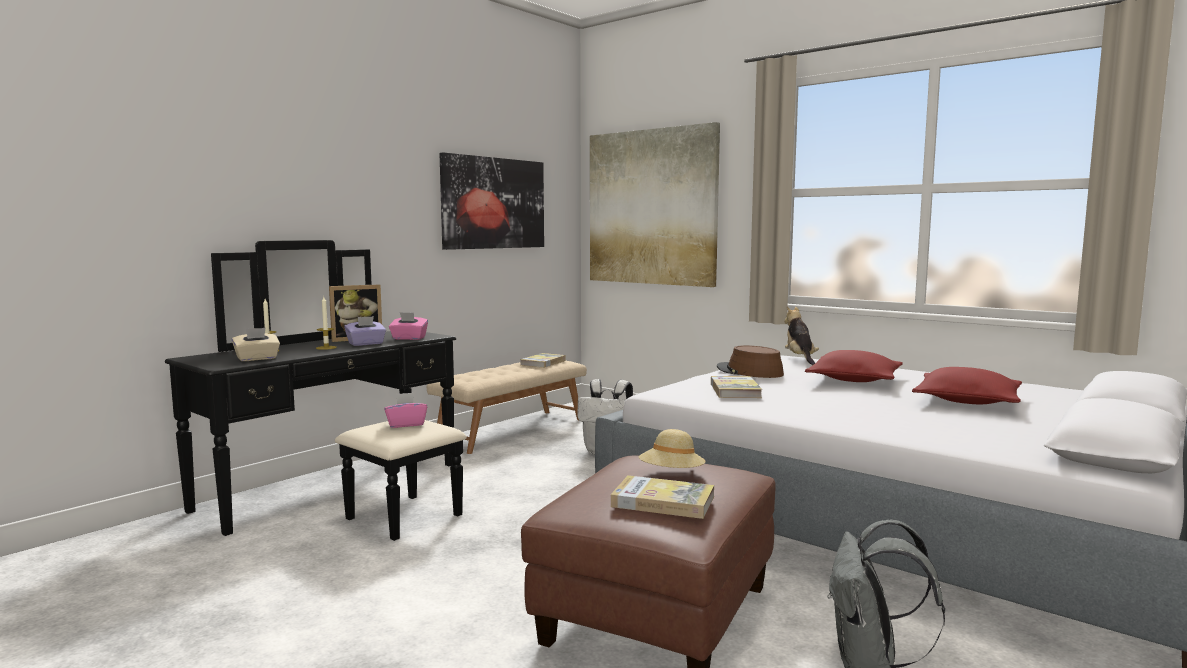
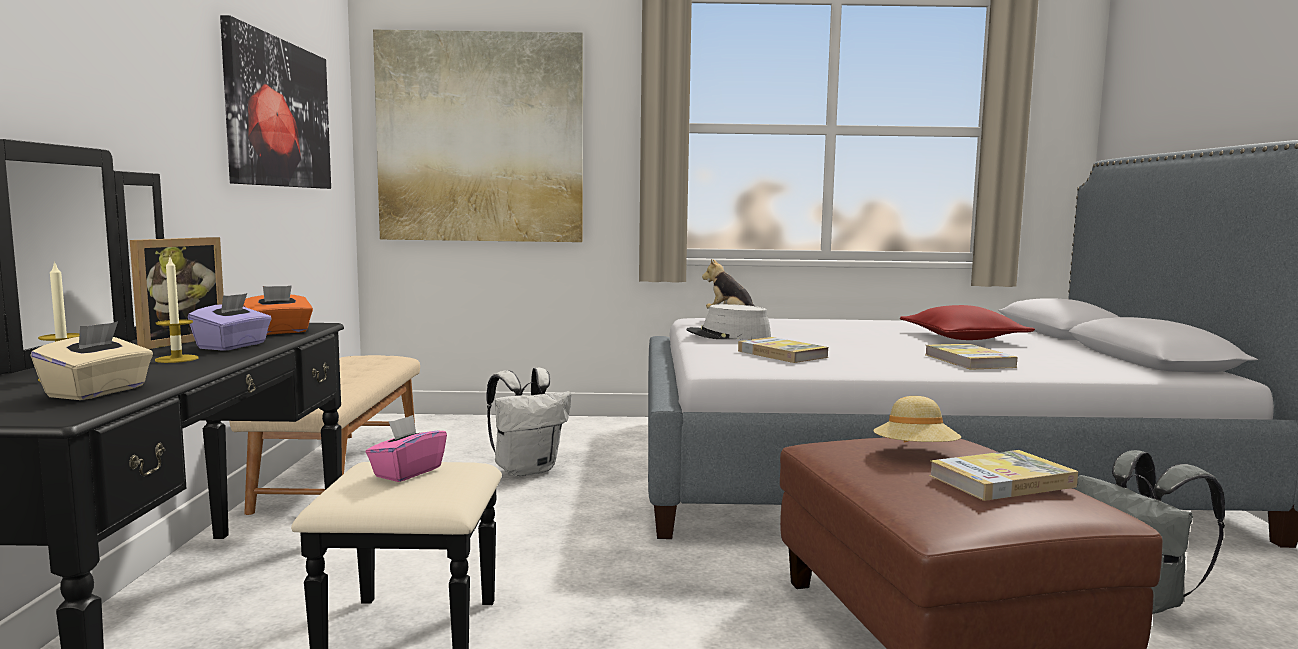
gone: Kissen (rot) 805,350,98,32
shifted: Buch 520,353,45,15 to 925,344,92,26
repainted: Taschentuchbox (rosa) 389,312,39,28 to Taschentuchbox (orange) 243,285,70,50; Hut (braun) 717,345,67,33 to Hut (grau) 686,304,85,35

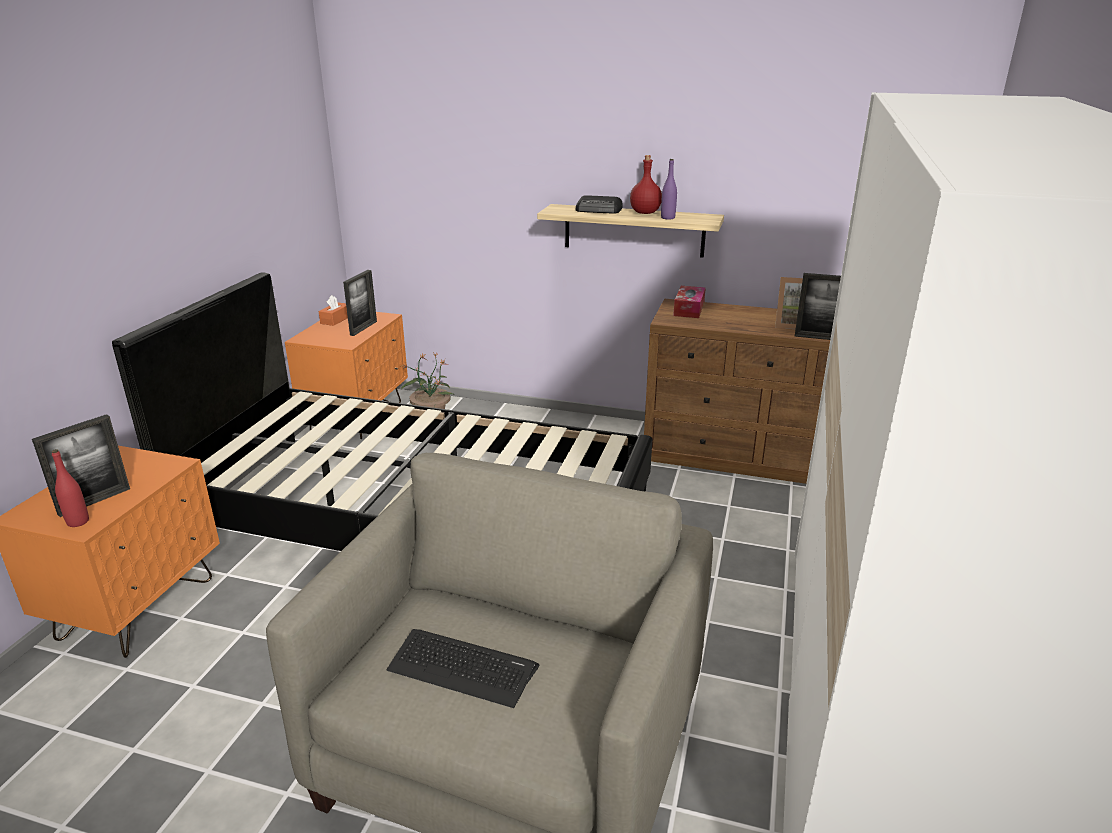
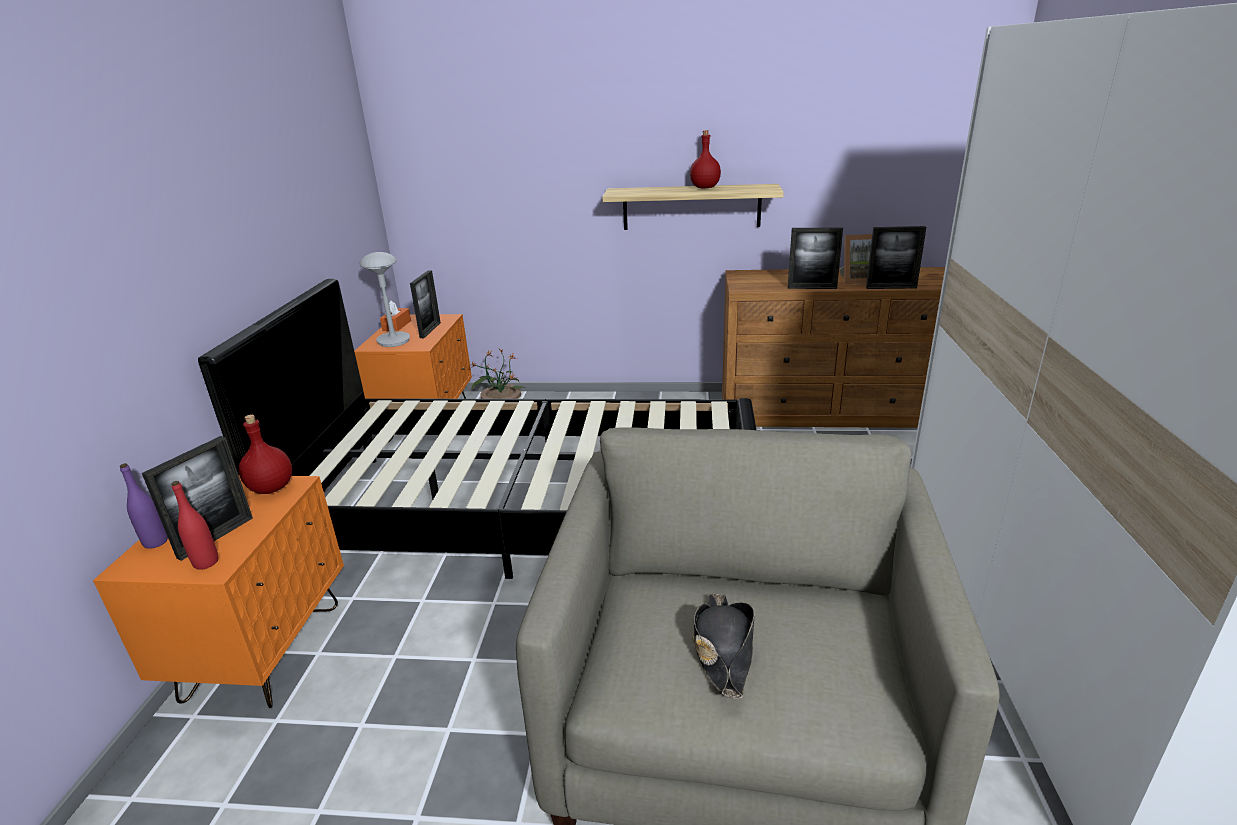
gone: Radio 576,195,47,19; Taschentuchbox 673,286,33,32
new: Flasche (rot) 239,414,53,80; Tischlampe (grau) 360,252,50,95; Bilderrahmen 788,227,55,62
shifted: Flasche (lila) 661,159,16,60 to 120,463,48,86
swapped: Tastatur 387,629,152,79 to Hut (schwarz) 693,593,62,106

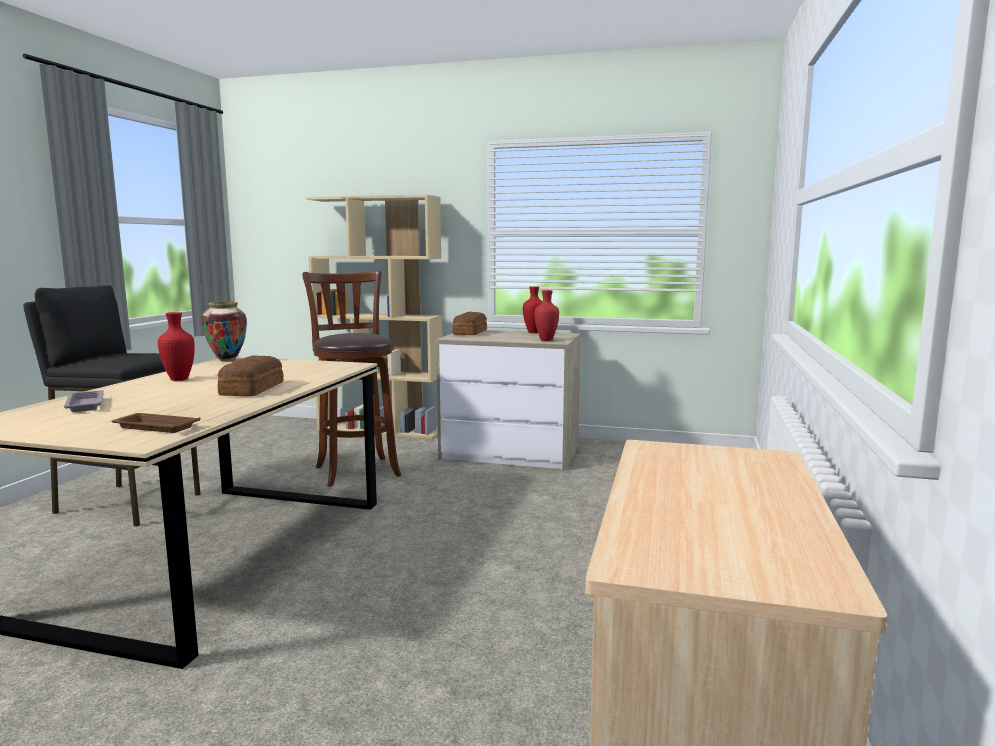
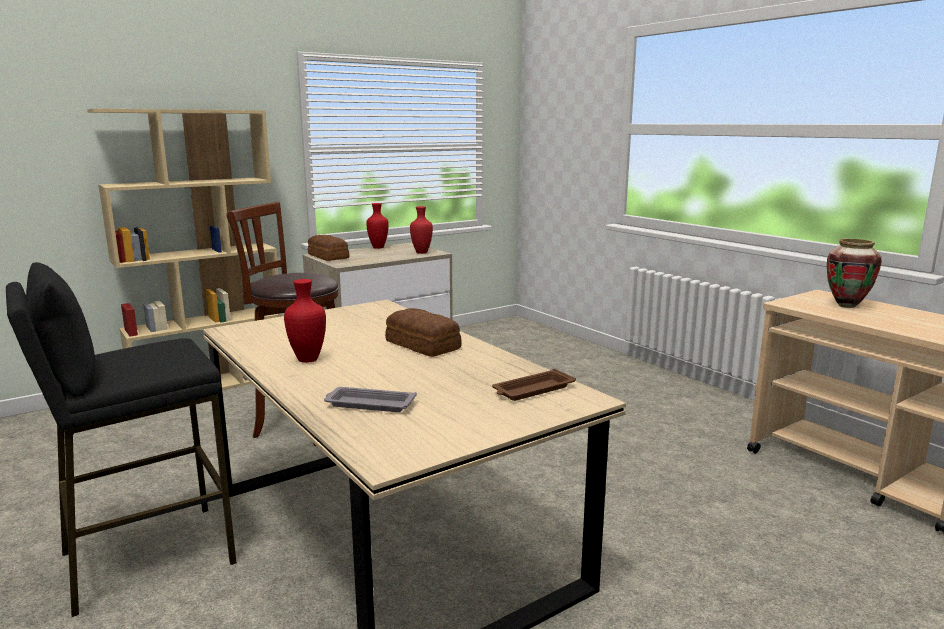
shifted: Vase 202,302,45,60 to 827,239,55,69

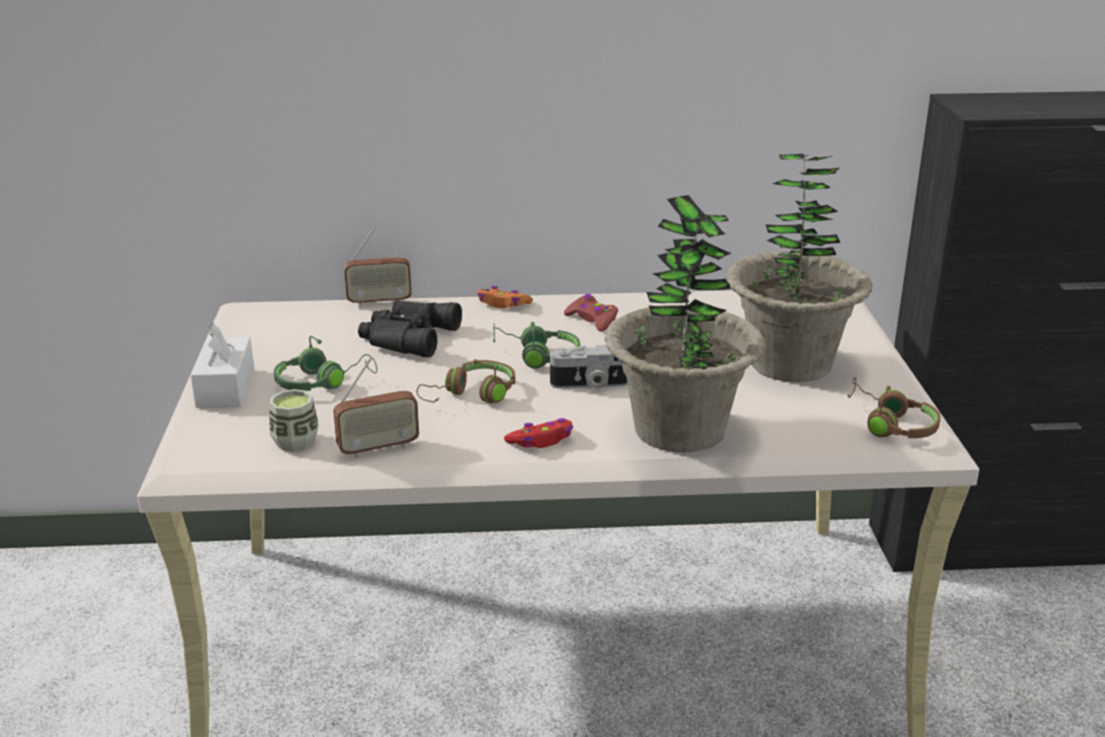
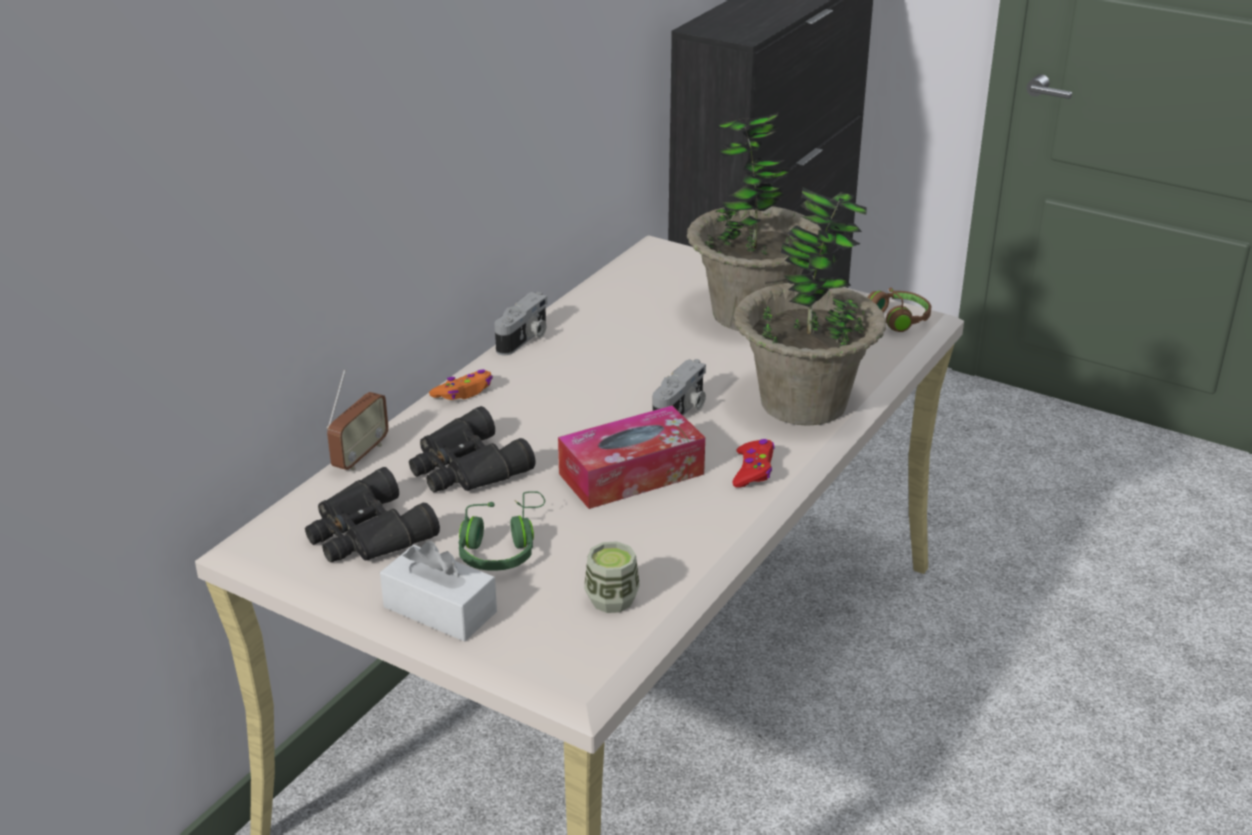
gone: Radio 333,356,86,102; Kopfhörer (grün) 493,322,87,47; Gamepad (rot) 564,294,54,38
new: Fernglas (schwarz) 305,467,135,96; Kamera 495,292,52,64
swapped: Kopfhörer (braun) 417,359,98,45 to Taschentuchbox 558,406,147,103

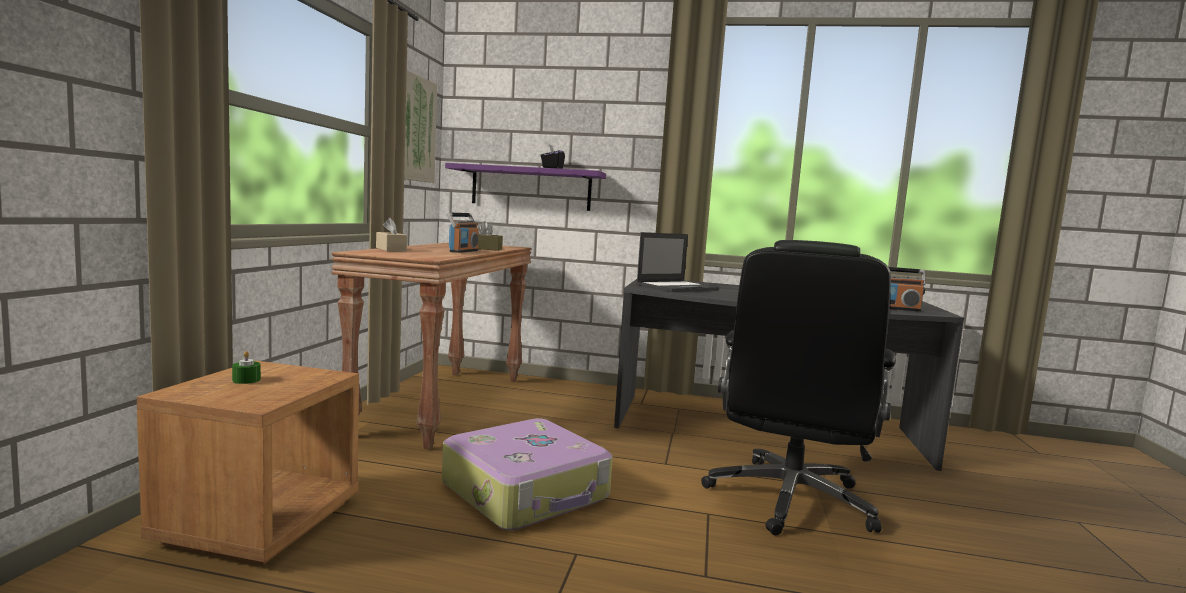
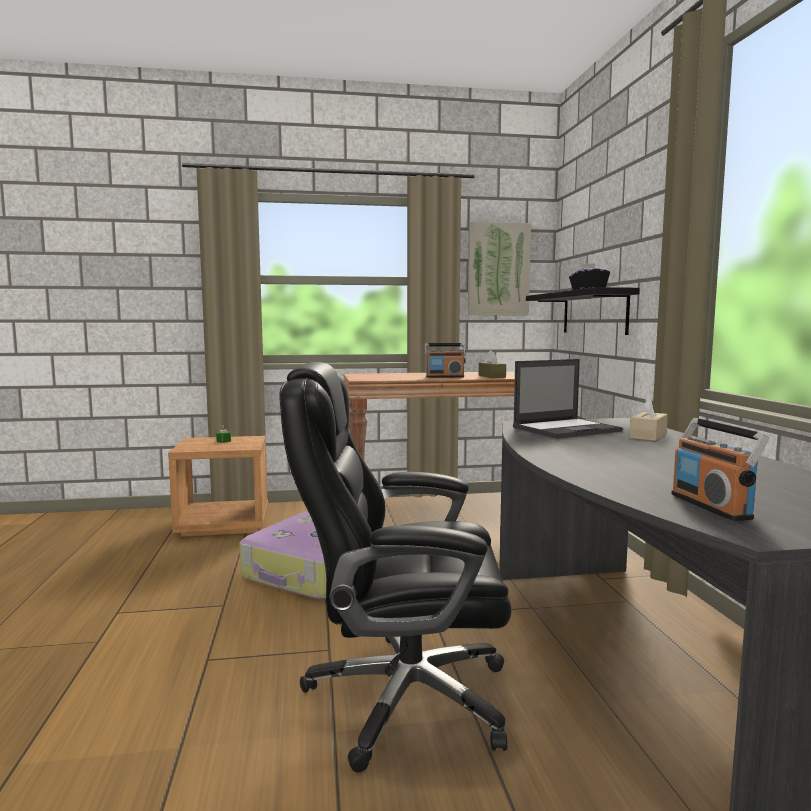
shifted: Taschentuchbox (beige) 376,218,31,34 to 629,396,39,45
repainted: Wandregal (lila) 445,163,161,48 to Wandregal (schwarz) 526,287,114,48
rotated: Laptop 636,232,83,60 = 513,359,110,80 60 degrees counterclockwise

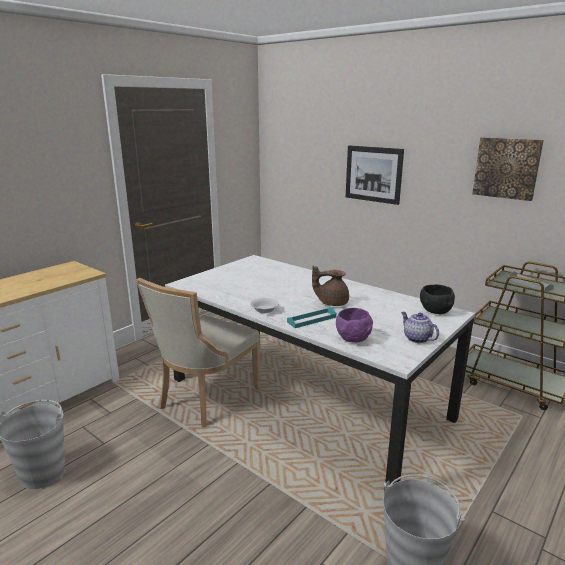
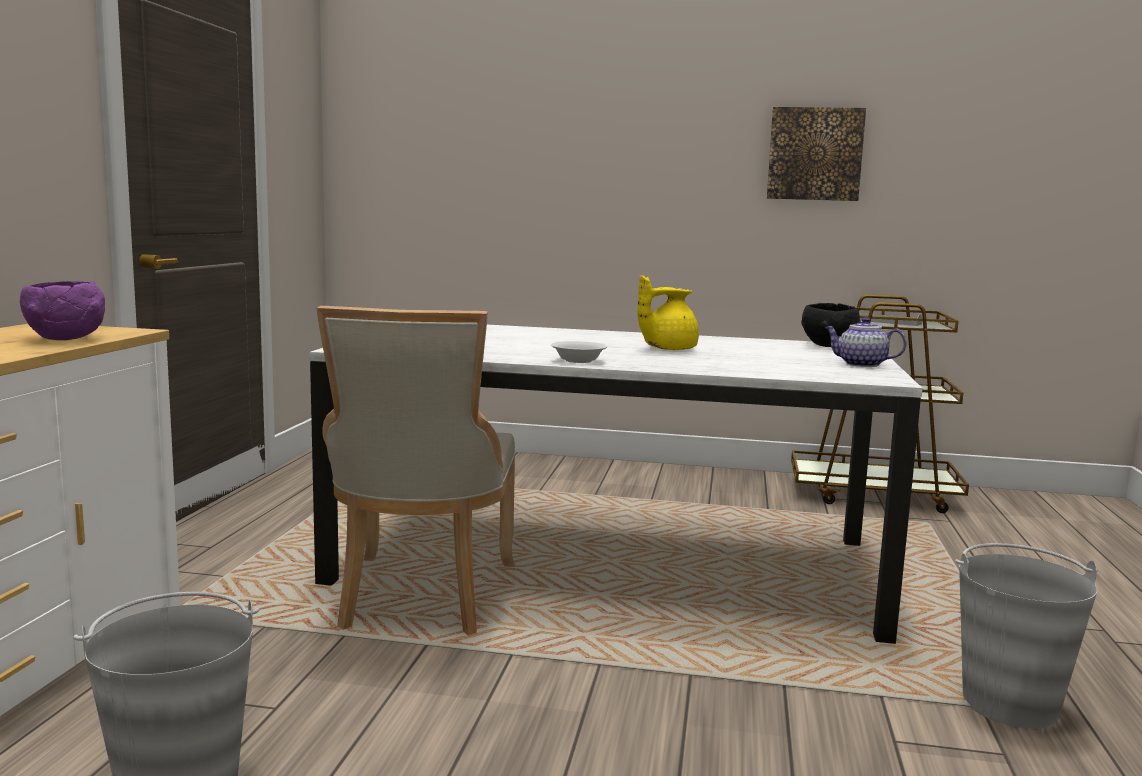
gone: Tablett (türkis) 287,307,49,21; Bild 346,146,58,59
shifted: Schüssel (lila) 336,308,37,35 to 20,281,85,59
repainted: Teekanne (braun) 312,266,37,40 to Teekanne (gelb) 637,275,62,75

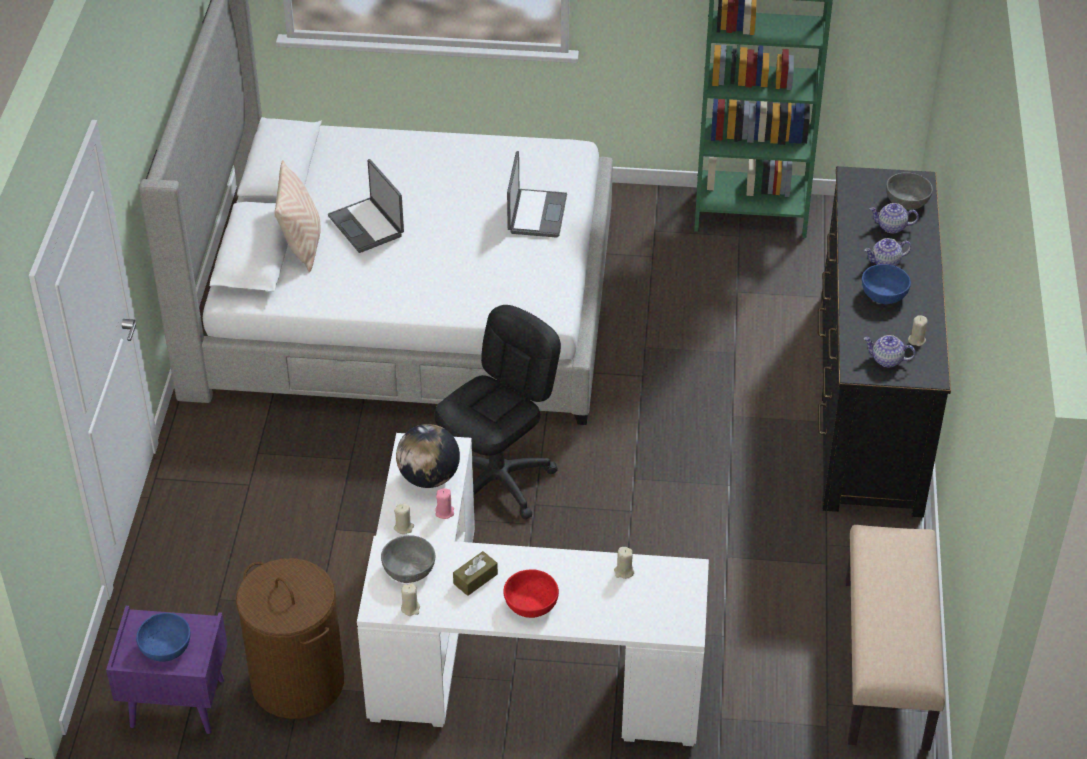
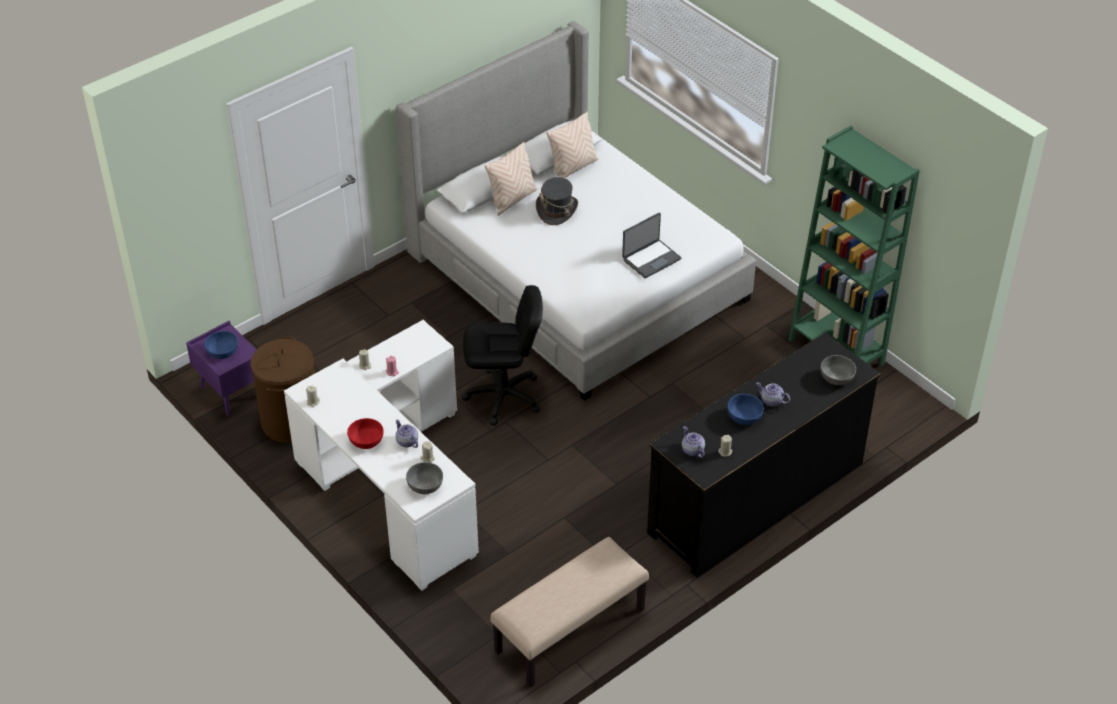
gone: Globus 396,424,64,64; Taschentuchbox (braun) 453,551,45,45
new: Kissen (beige) 546,112,52,66
shifted: Schüssel (grau) 381,535,55,48 to 406,462,37,32; Teekanne 870,203,49,30 to 395,420,23,28
swapped: Laptop 328,159,76,94 to Hut (grau) 536,177,42,48

